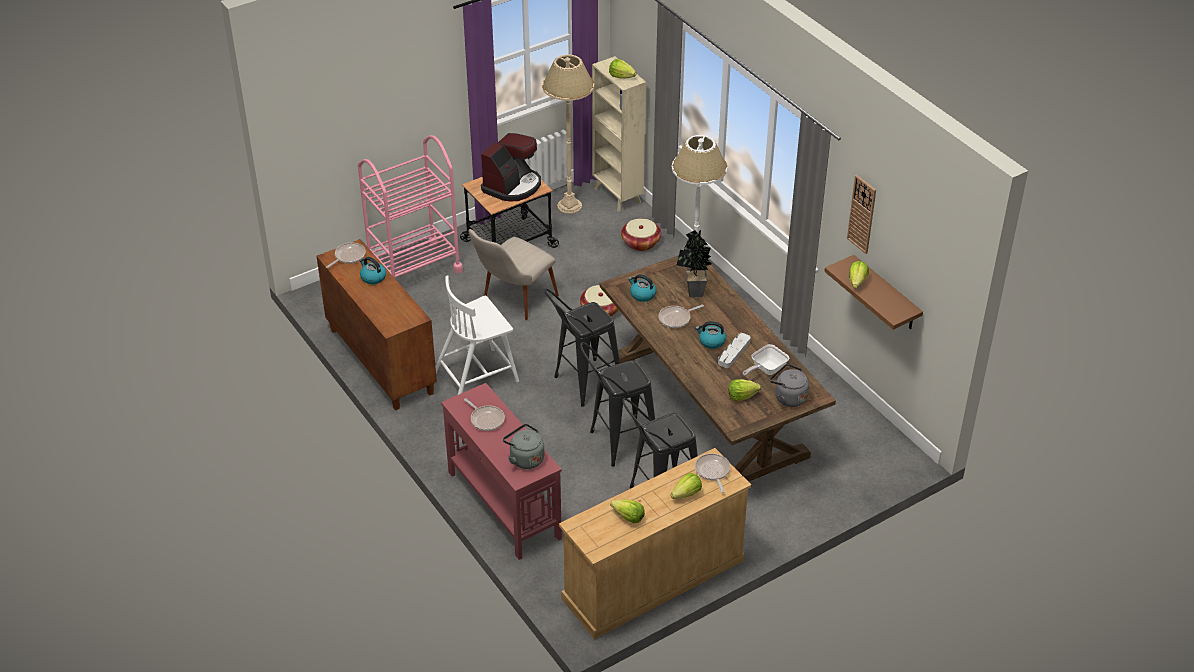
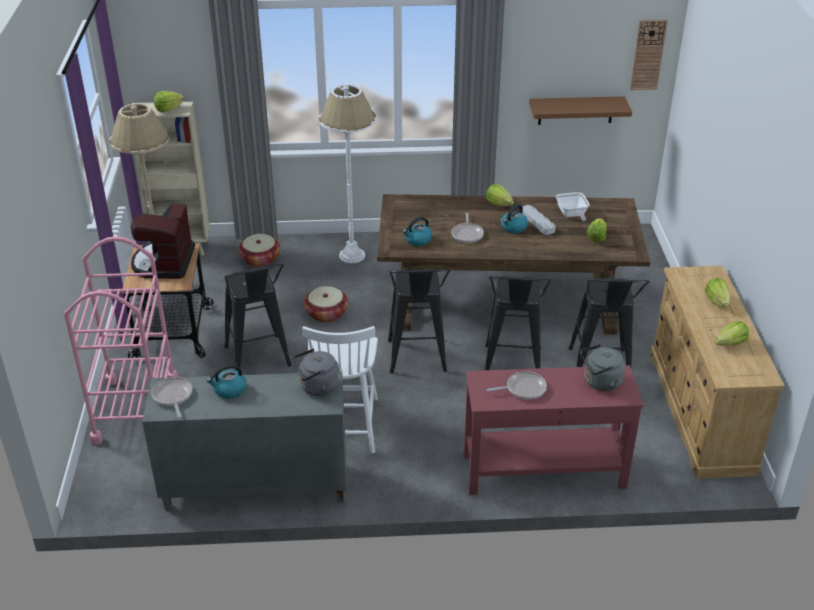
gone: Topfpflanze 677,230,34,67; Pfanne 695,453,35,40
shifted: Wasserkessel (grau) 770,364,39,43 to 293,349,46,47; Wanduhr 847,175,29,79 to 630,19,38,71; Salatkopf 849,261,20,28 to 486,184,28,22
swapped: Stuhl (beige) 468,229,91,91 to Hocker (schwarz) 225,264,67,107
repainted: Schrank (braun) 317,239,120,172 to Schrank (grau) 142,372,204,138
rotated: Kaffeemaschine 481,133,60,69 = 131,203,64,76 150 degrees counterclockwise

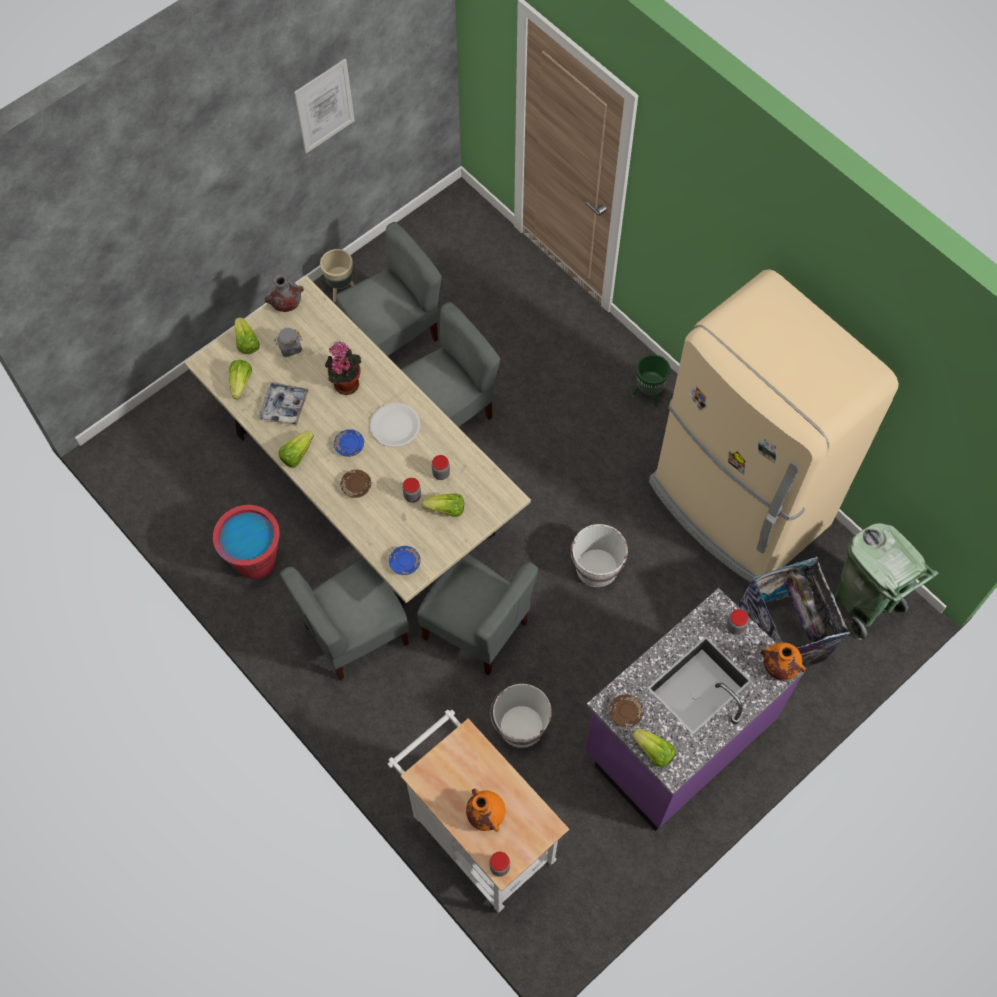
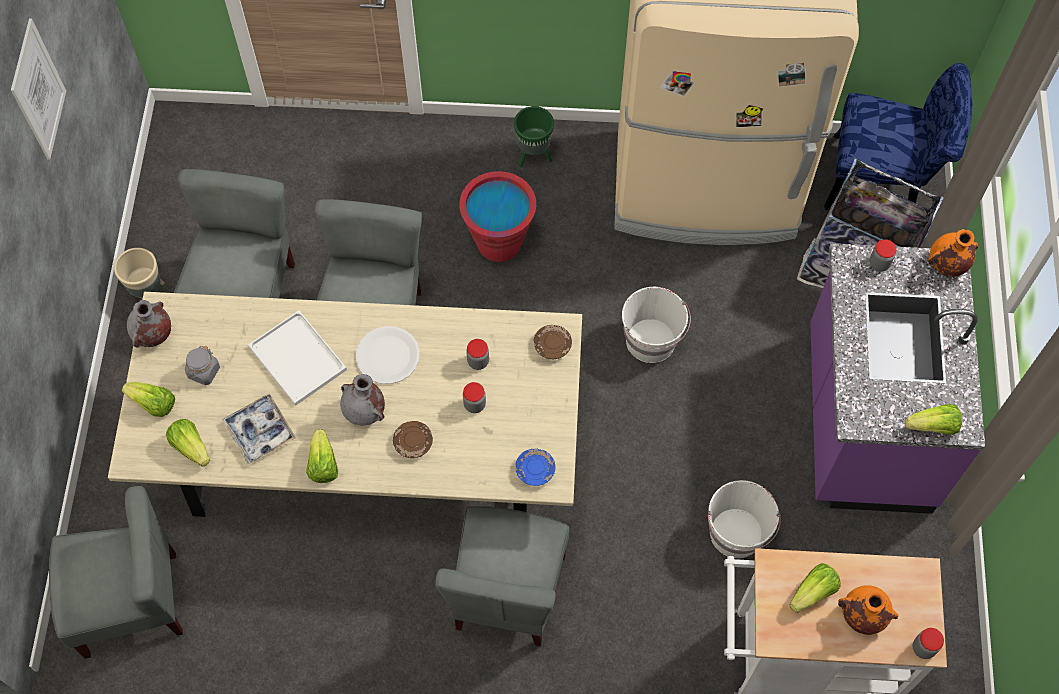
shifted: Eimer (rot) 213,505,67,74 to 459,171,77,91; Stuhl (grau) 417,553,121,123 to 49,486,134,173; Salatkopf 422,493,42,24 to 790,563,51,50; Teller (braun) 609,694,35,33 to 534,325,38,34
swapped: Topfpflanze 325,341,36,54 to Tablett (weiß) 248,311,99,95; Teller (blau) 334,429,30,28 to Vase (grau) 340,374,45,52; Mülleimer (grün) 834,523,105,117 to Stuhl (blau) 824,63,149,147

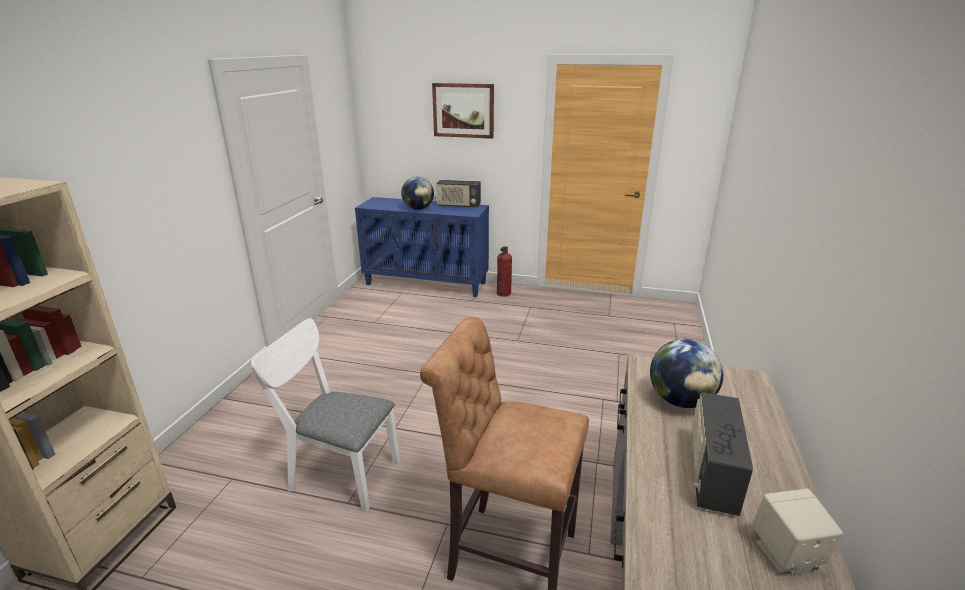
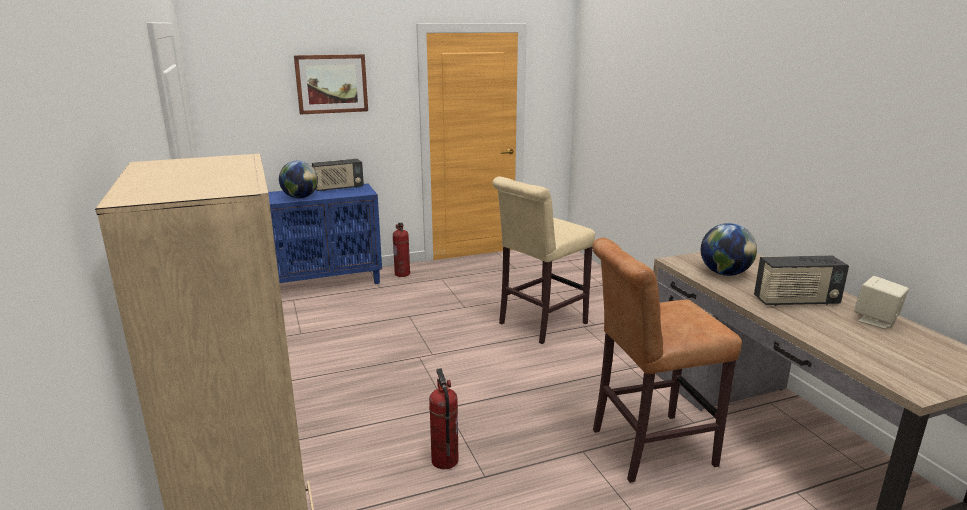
new: Hocker (beige) 492,177,103,167
swapped: Stuhl (weiß) 251,318,149,194 to Feuerlöscher 429,368,30,101
rotated: Radio 692,392,61,124 = 754,256,95,50 75 degrees counterclockwise

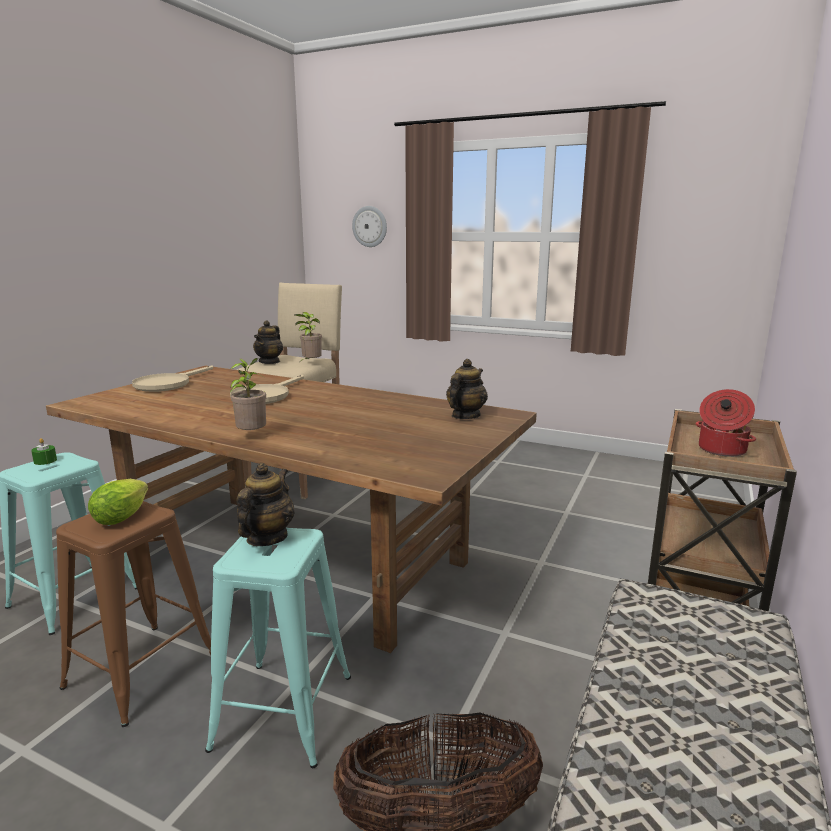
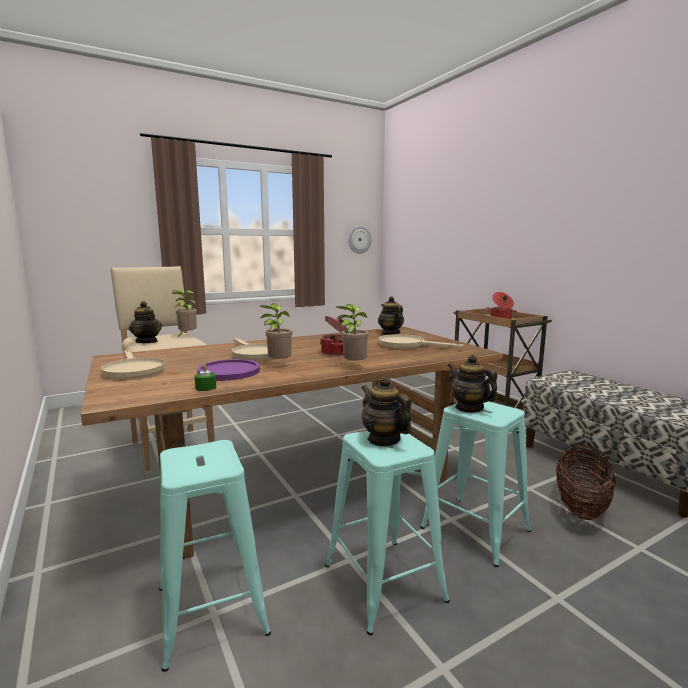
new: Teller (lila) 197,359,63,22; Topfpflanze 260,303,33,62; Kochtopf 320,316,28,40; Pfanne (beige) 378,334,86,15
shifted: Kerze (grün) 31,438,26,27 to 195,364,22,27; Wanduhr 352,206,35,41 to 348,226,24,28
swapped: Salatkopf 88,479,60,46 to Teekanne 361,377,51,69
repainted: Hocker (braun) 56,501,155,226 to Hocker (türkis) 325,431,125,204

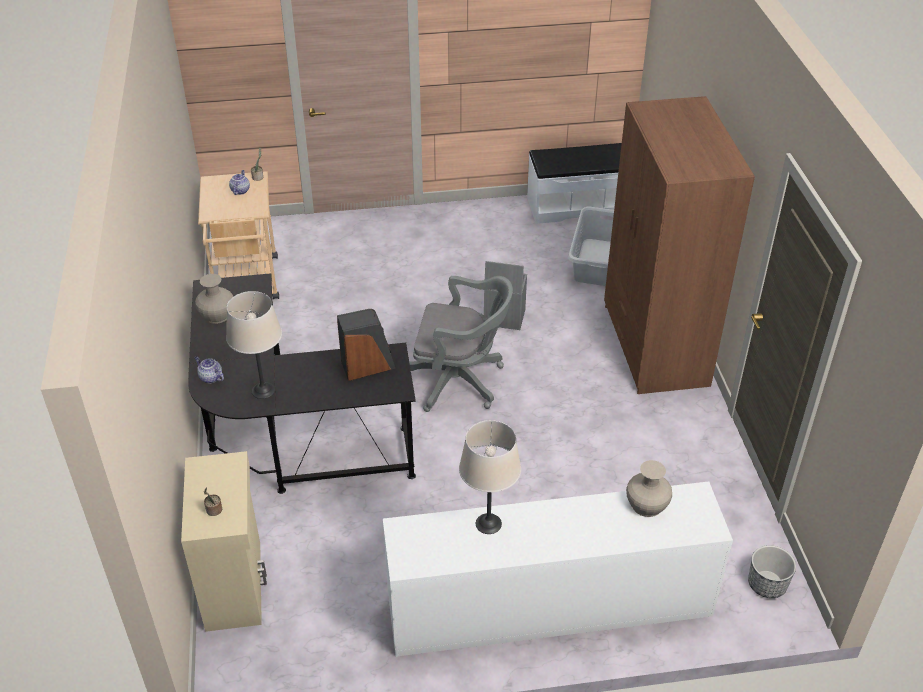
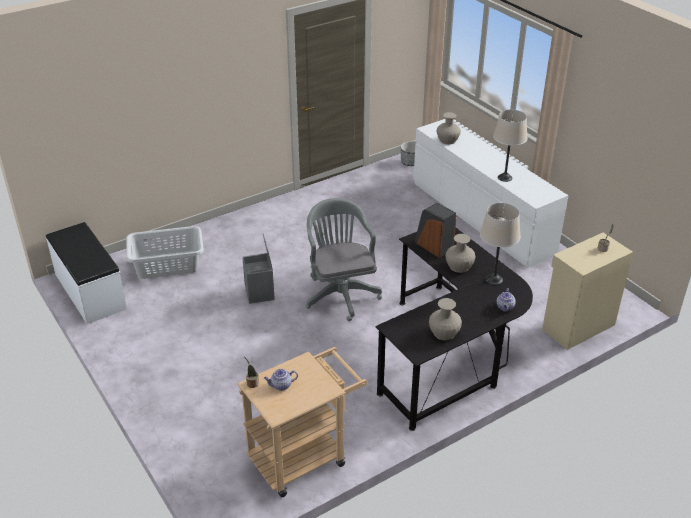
gone: Kleiderschrank (braun) 604,96,151,298
new: Vase (beige) 445,234,30,39

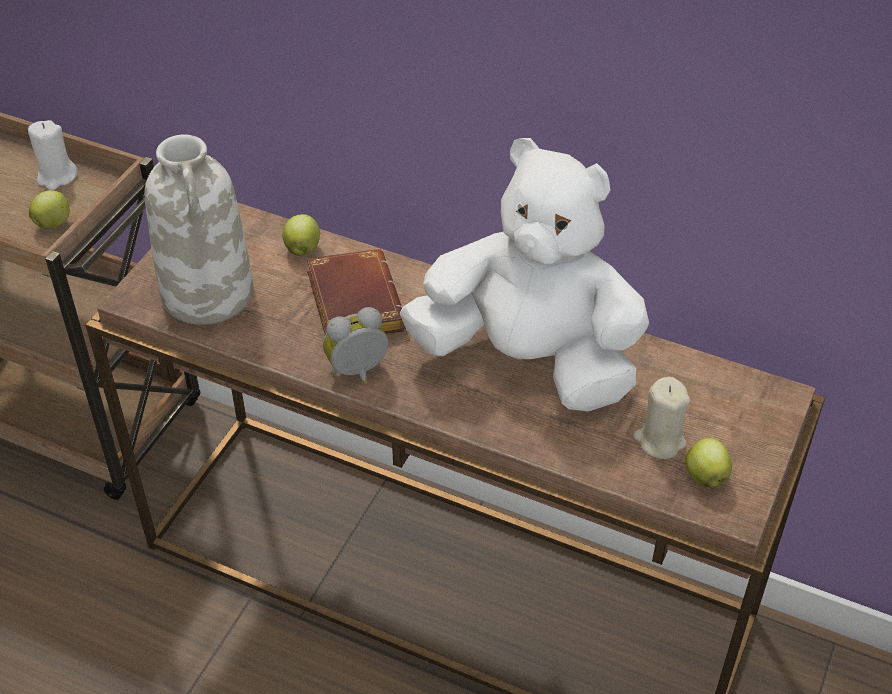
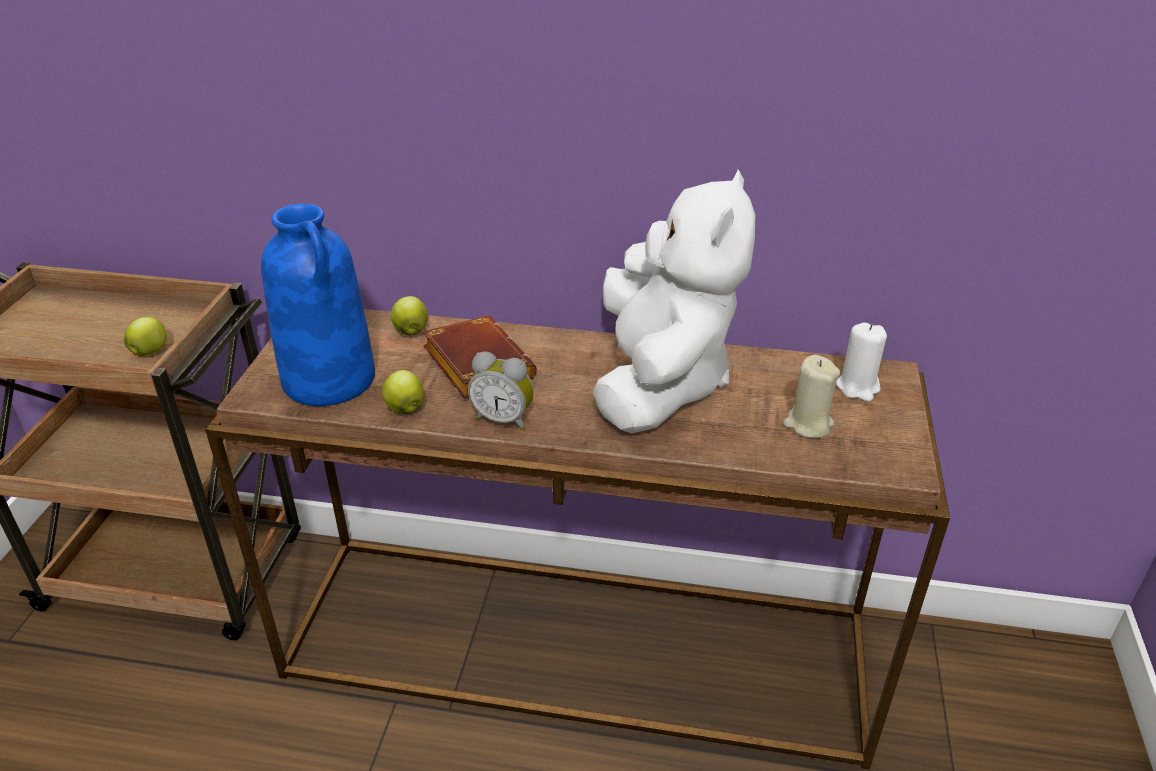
shifted: Kerze (weiß) 28,120,50,70 to 836,322,51,79; Apfel 685,438,47,50 to 382,370,42,44
repainted: Vase (weiß) 144,134,109,191 to Vase (blau) 261,204,114,202
rotated: Wecker 323,307,65,77 = 468,351,66,80 120 degrees counterclockwise; Plüschtier (weiß) 400,138,249,274 = 593,170,162,264 90 degrees clockwise

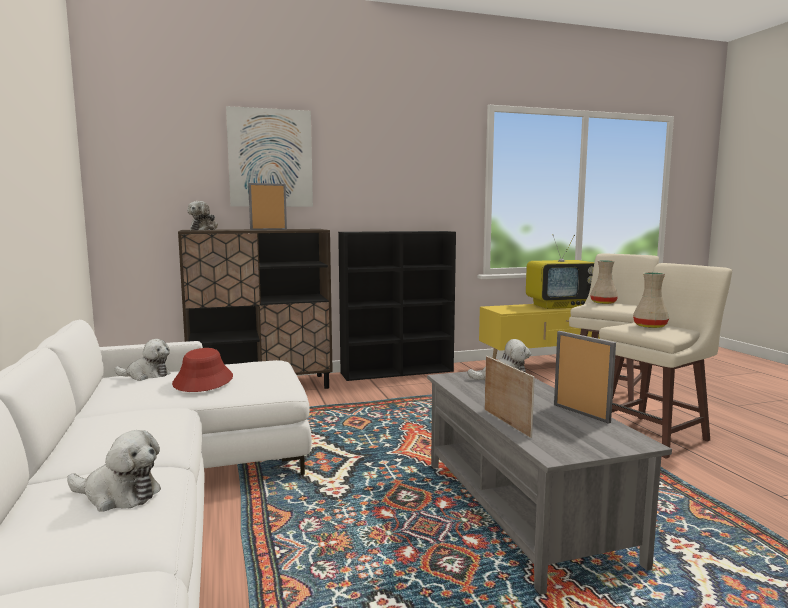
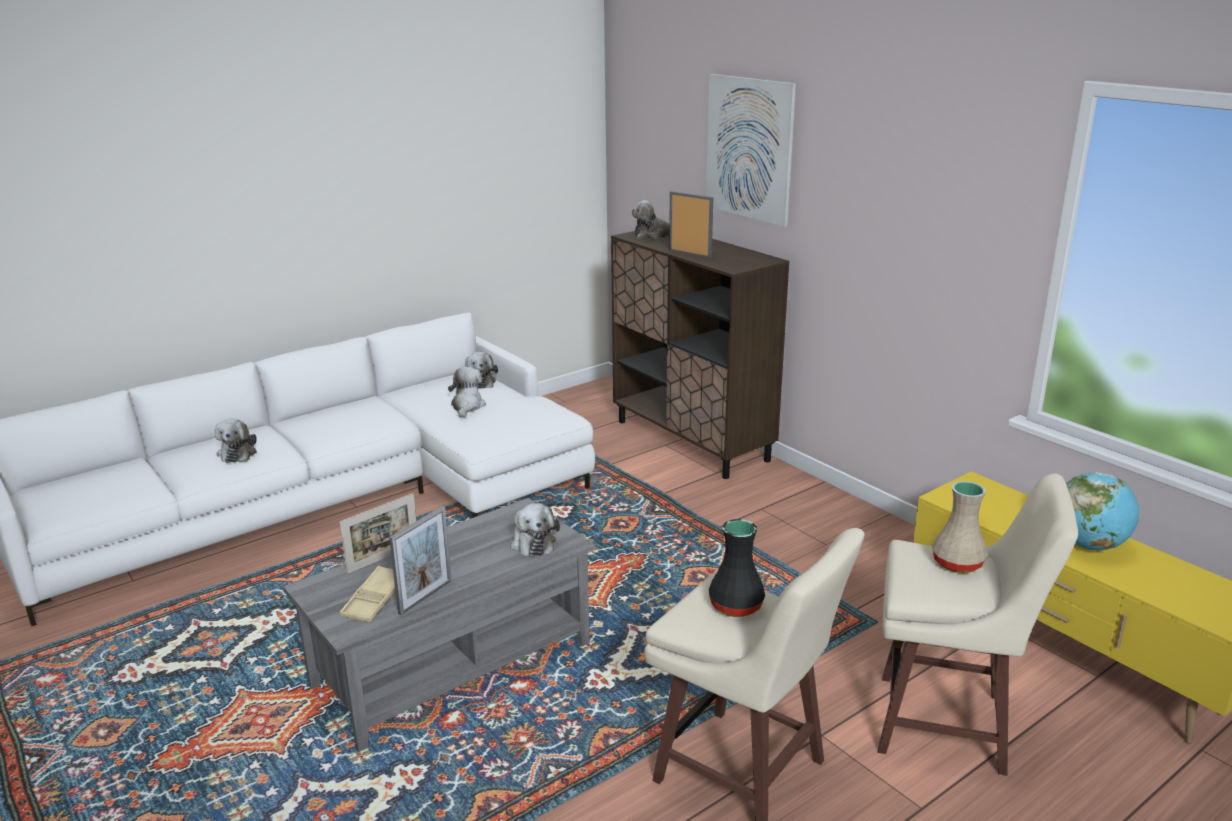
gone: Bücherregal (schwarz) 338,231,118,150
new: Tablett (beige) 340,566,55,57
swapped: Hut (rot) 172,348,61,44 to Plüschtier 448,367,38,51; Fernseher 526,234,68,75 to Globus 1066,472,73,78
repainted: Vase (beige) 633,272,36,56 to Vase (schwarz) 709,519,56,98

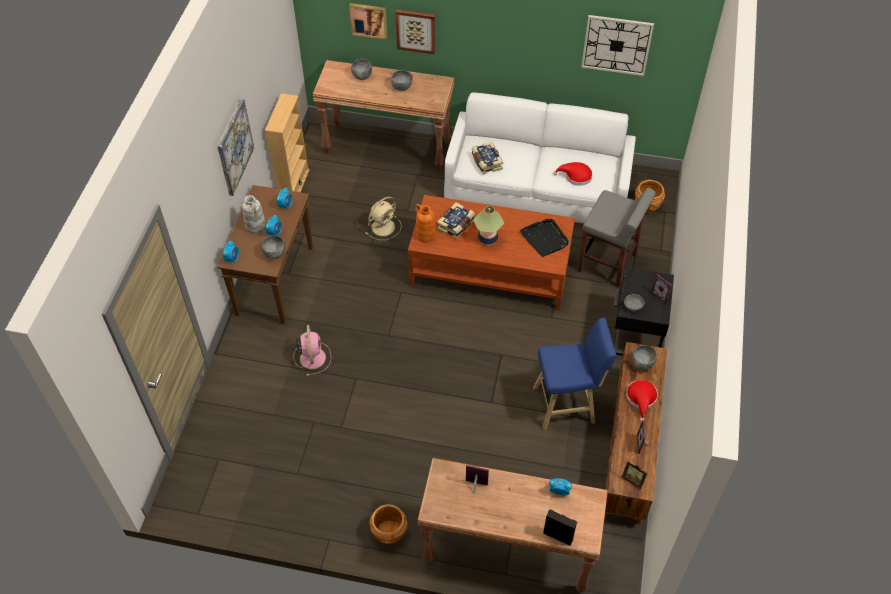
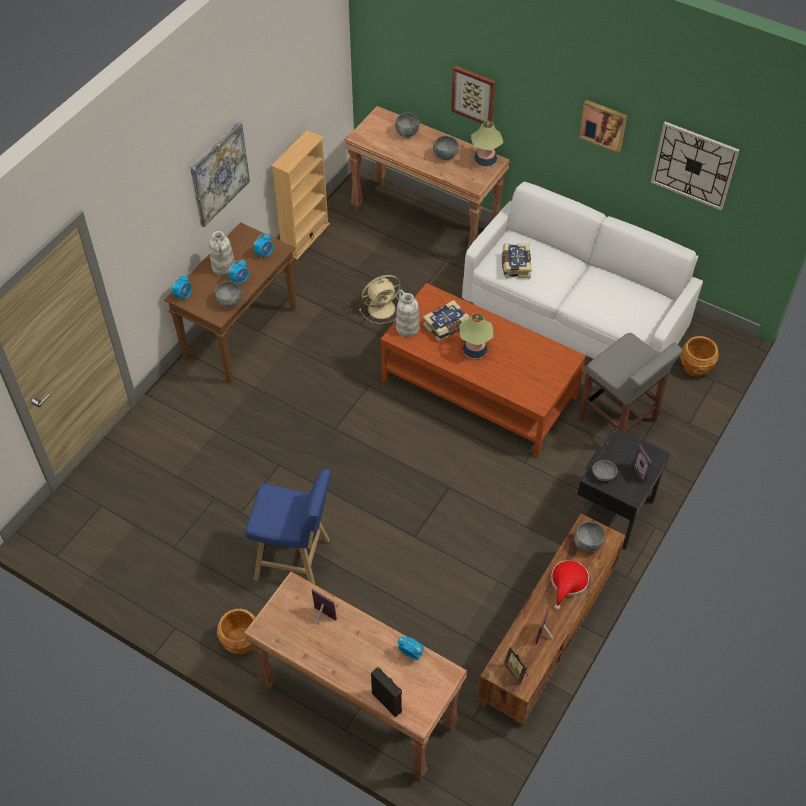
gone: Ventilator (rosa) 293,325,38,51; Tablett (schwarz) 520,219,49,38; Hut (rot) 553,162,40,24
new: Tischlampe 471,121,32,46
shifted: Bild 349,3,38,37 to 579,100,48,53; Hocker (blau) 533,318,83,112 to 245,469,86,115
repainted: Vase (orange) 415,204,21,39 to Vase (weiß) 396,289,23,48

